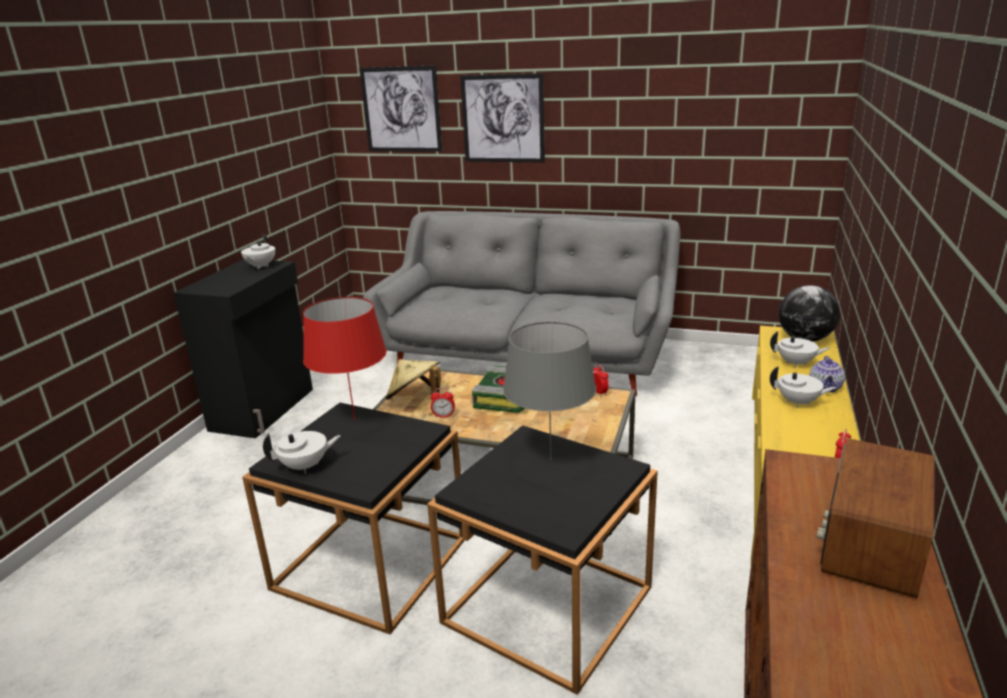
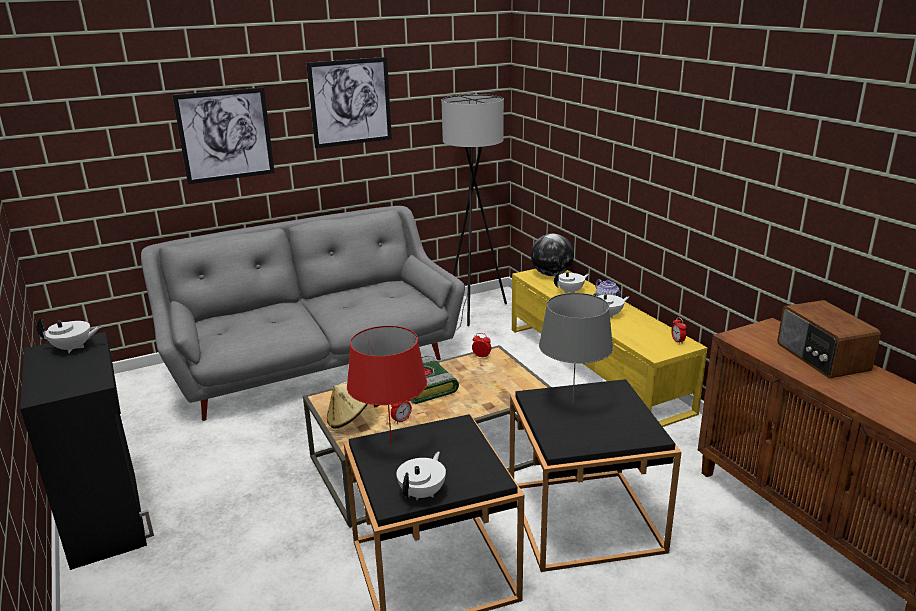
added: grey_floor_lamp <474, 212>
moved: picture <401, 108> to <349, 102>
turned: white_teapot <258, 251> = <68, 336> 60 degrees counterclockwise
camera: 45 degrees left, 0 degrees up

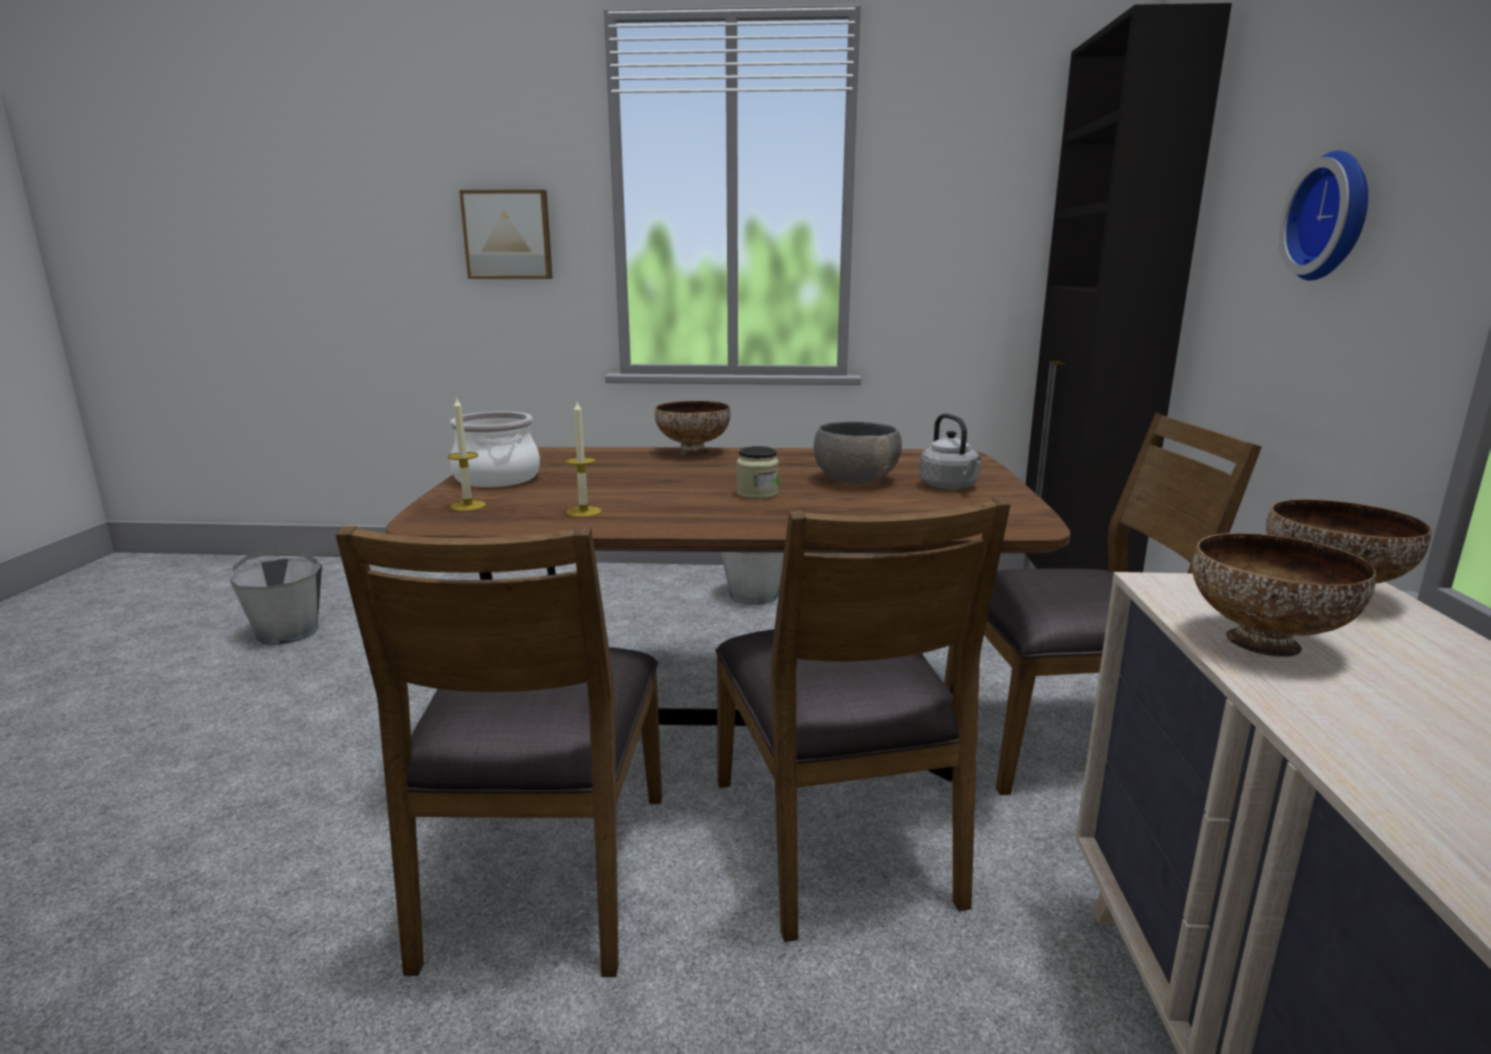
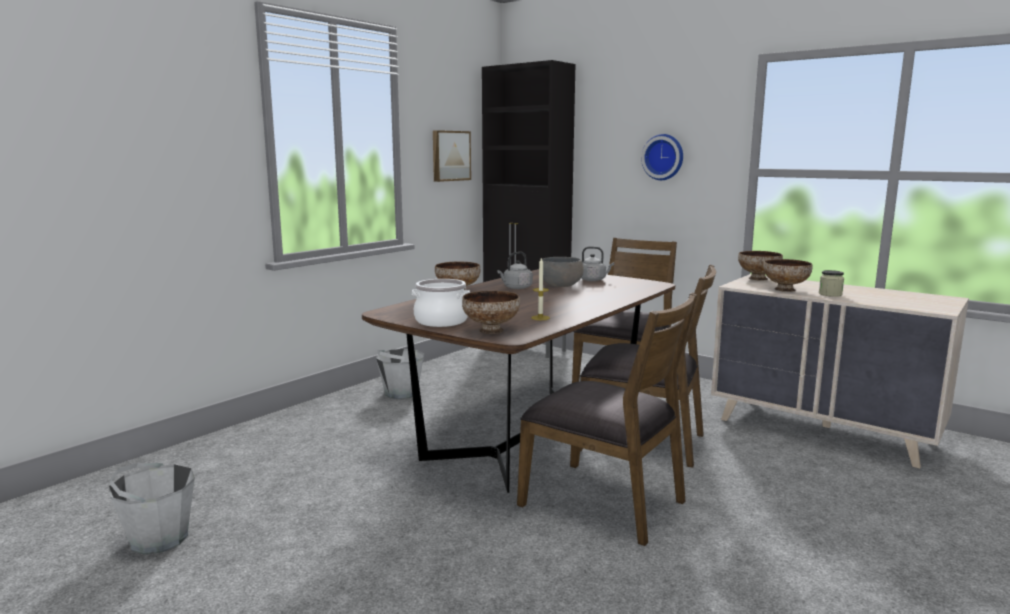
added: grey_kettle <515, 270>
moved: picture <506, 234> to <452, 156>; jar <758, 472> to <831, 283>
replaced: candle <466, 454> to bowl <491, 312>
camera: 55 degrees left, 5 degrees down

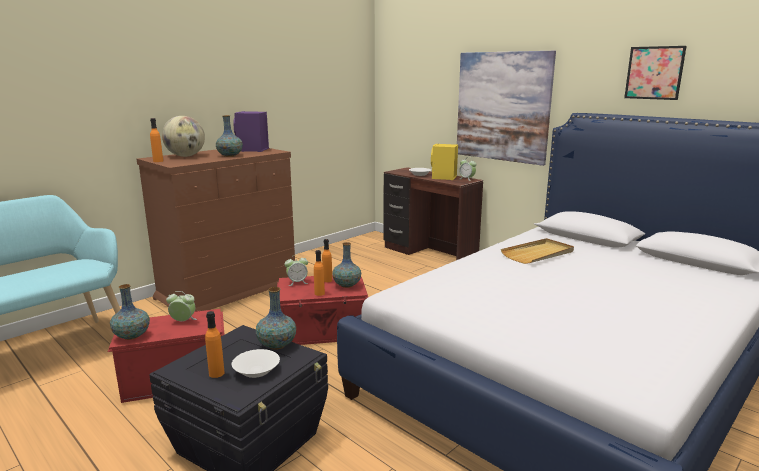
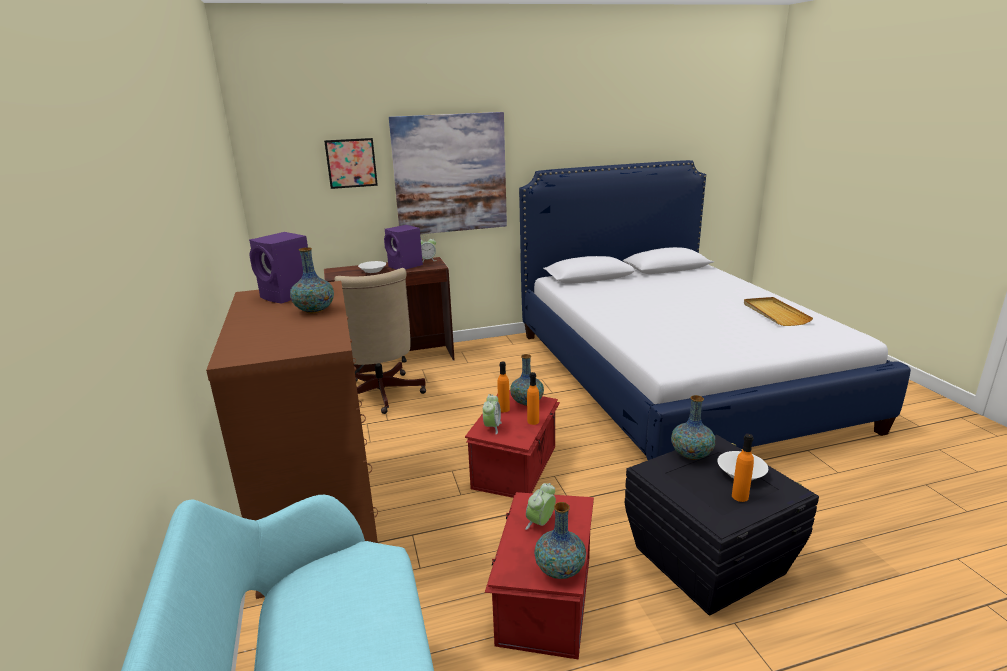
removed: orange_bottle <156, 140>; globe <183, 136>
added: beige_office_chair <380, 341>
moved: picture <655, 73> to <351, 163>; beige_tray <537, 251> to <778, 311>
recoloured: yellow_speaker <444, 162> to purple_speaker <403, 247>
camera: 60 degrees left, 5 degrees up

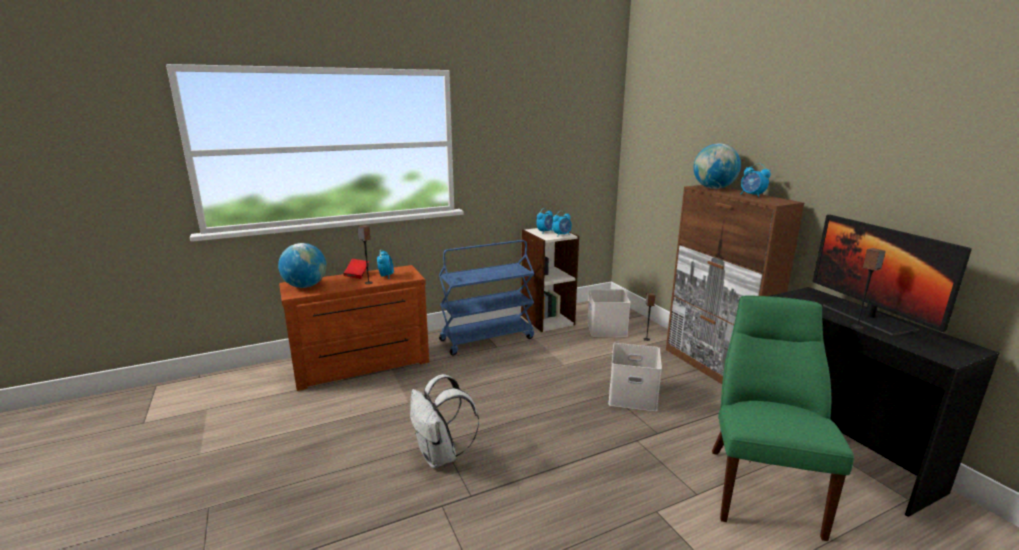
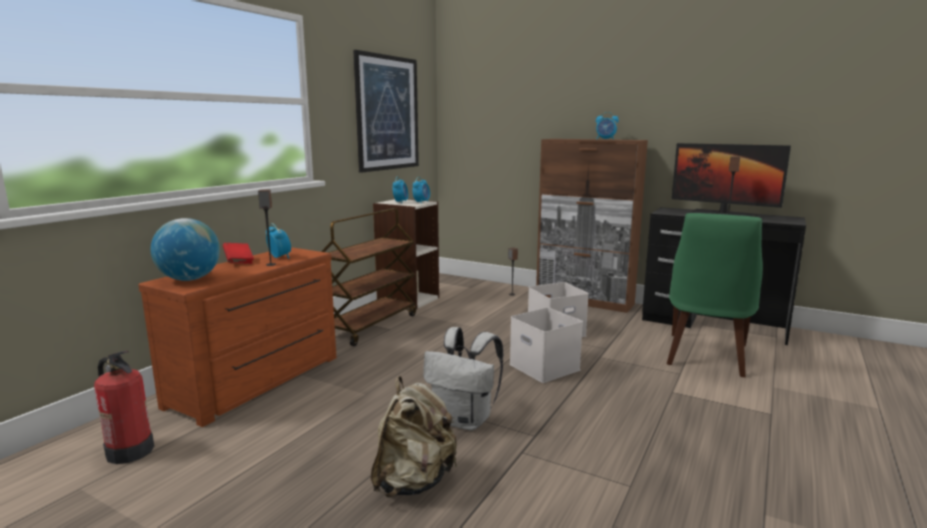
removed: globe <717, 166>
added: fire_extinguisher <124, 407>; picture <386, 111>; beige_backpack <414, 437>
moved: white_storage_box <608, 313> to <546, 345>
recoloured: blue_cart <486, 298> to brown_cart <368, 277>
turned: green_chair <783, 418> = <715, 295> 135 degrees counterclockwise
camera: 35 degrees left, 5 degrees down

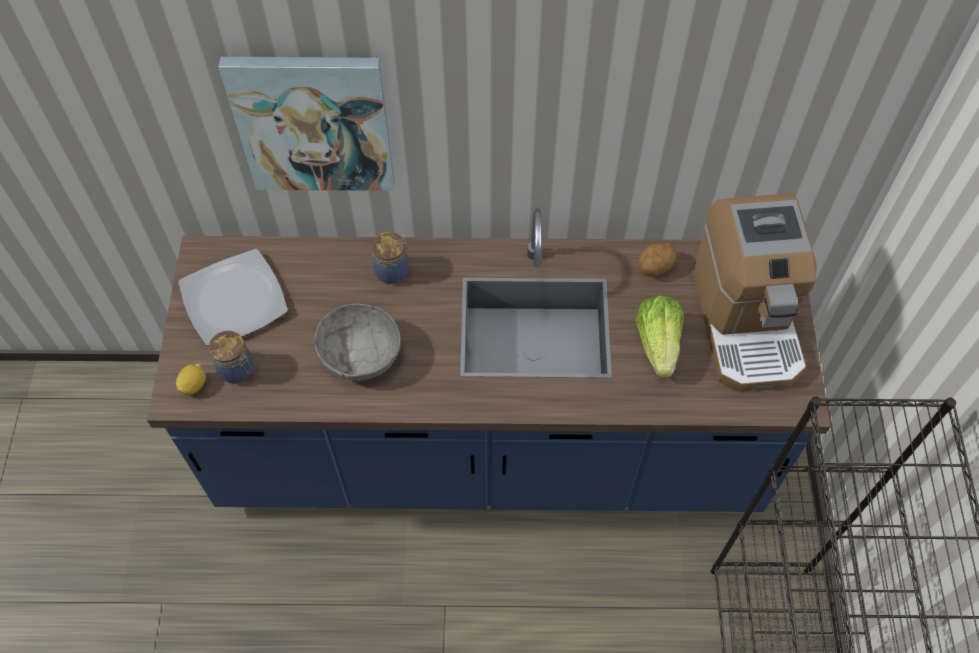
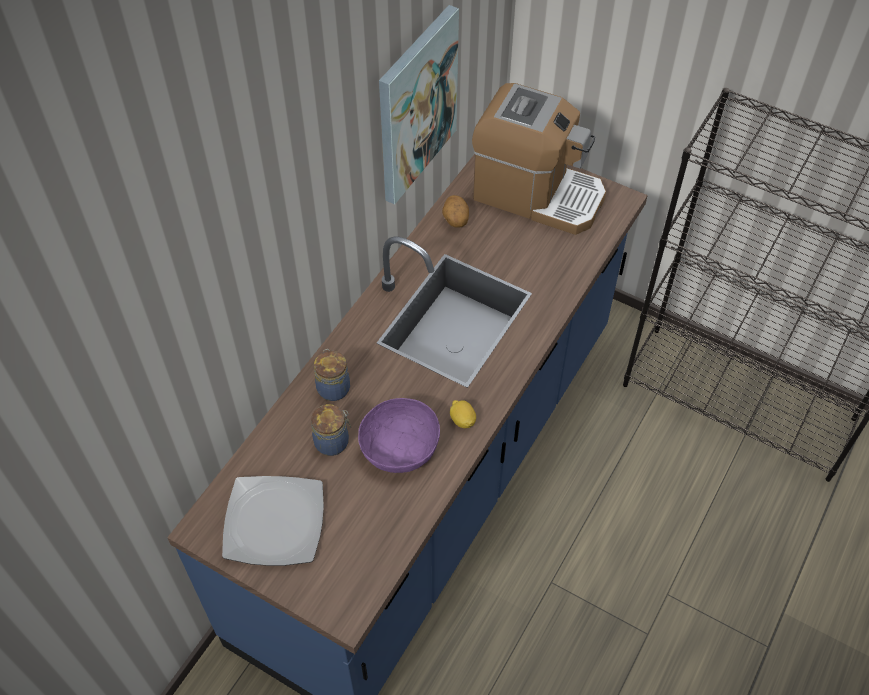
removed: lettuce <660, 336>
moved: jar <231, 357> to <331, 430>; picture <307, 124> to <419, 104>; lemon <191, 379> to <463, 414>
recoloured: grey_bowl <358, 342> to purple_bowl <399, 435>
camera: 60 degrees left, 5 degrees down

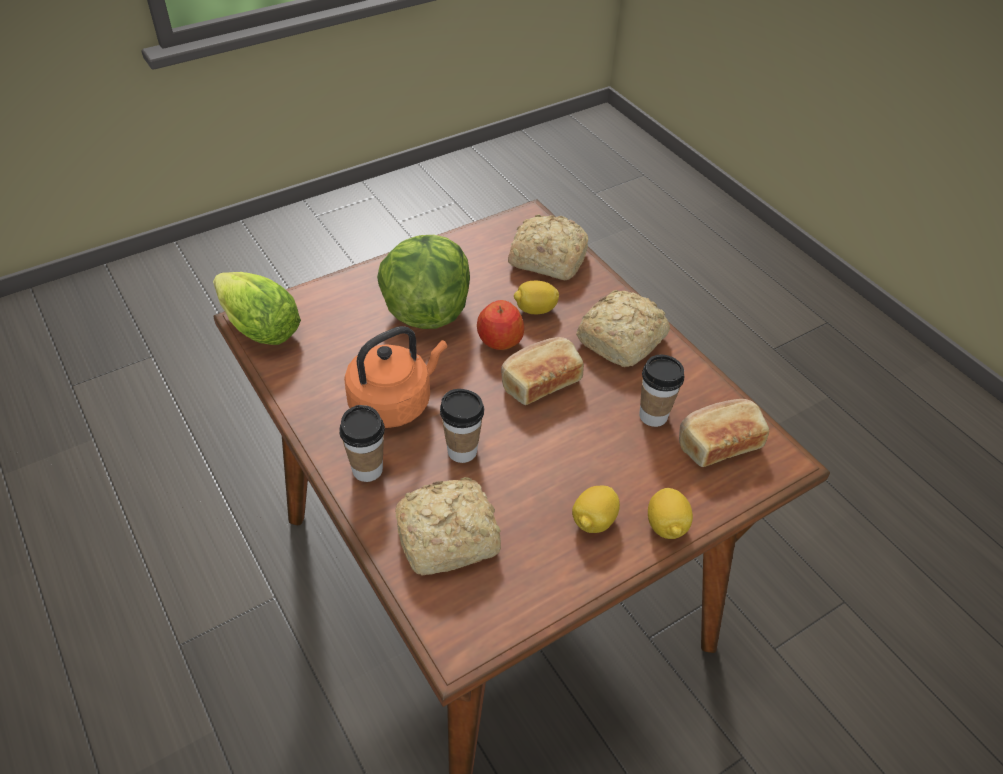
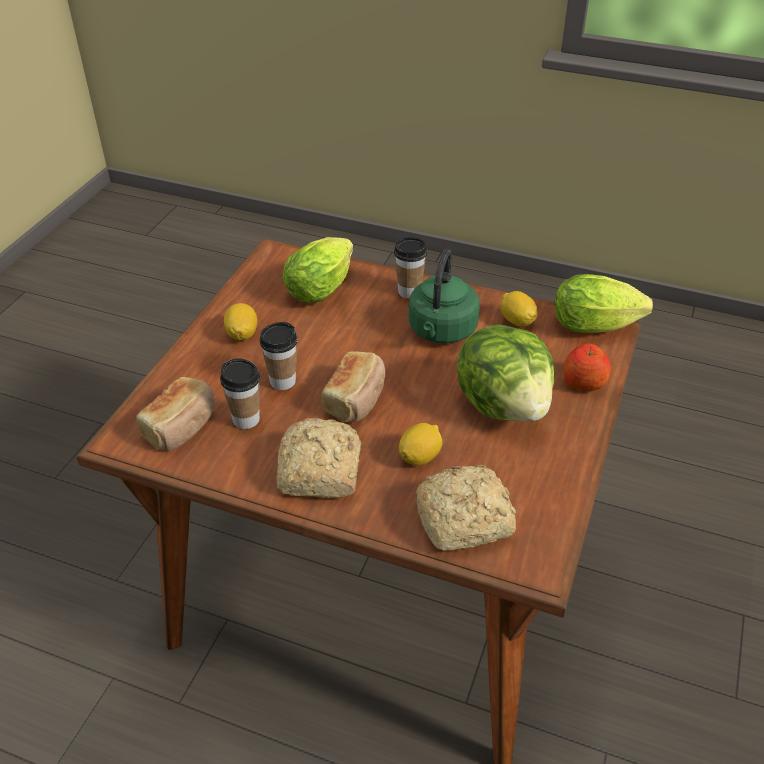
moved: cup <462, 426> to <279, 356>; lemon <670, 513> to <519, 308>; apple <500, 325> to <587, 367>
replaced: bread <448, 526> to lettuce <317, 270>
recoloured: orange_kettle <395, 377> to green_kettle <444, 296>
camera: 145 degrees right, 5 degrees down

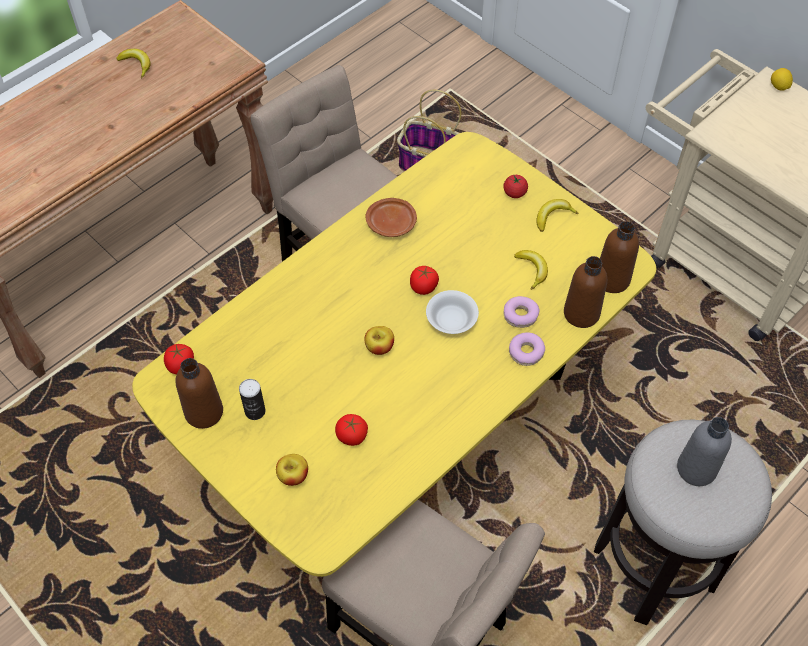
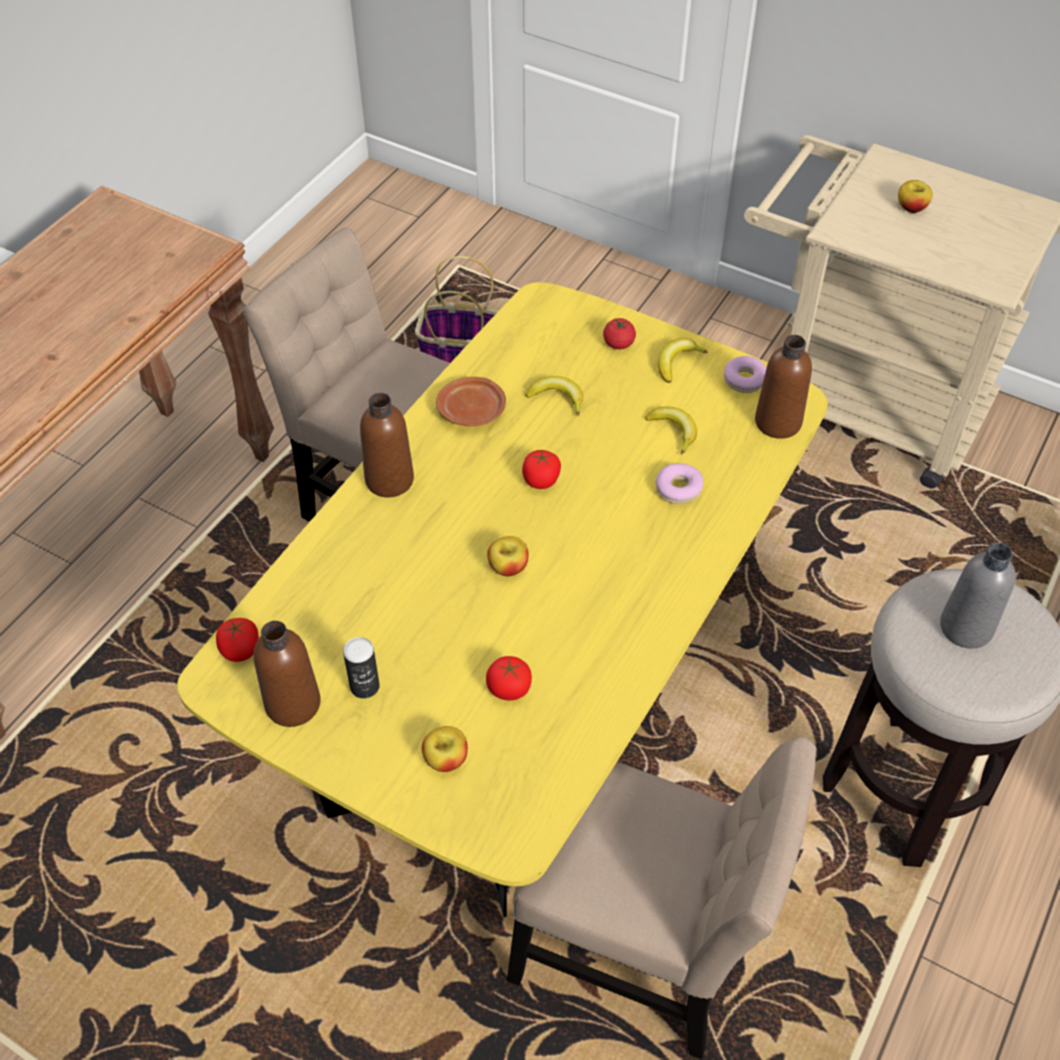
removed: white_bowl <452, 312>; lemon <782, 79>
added: apple <915, 196>
moved: brown_bottle <585, 292> to <387, 445>; banana <133, 63> to <554, 396>; donut <527, 349> to <745, 374>
camera: 15 degrees left, 5 degrees down

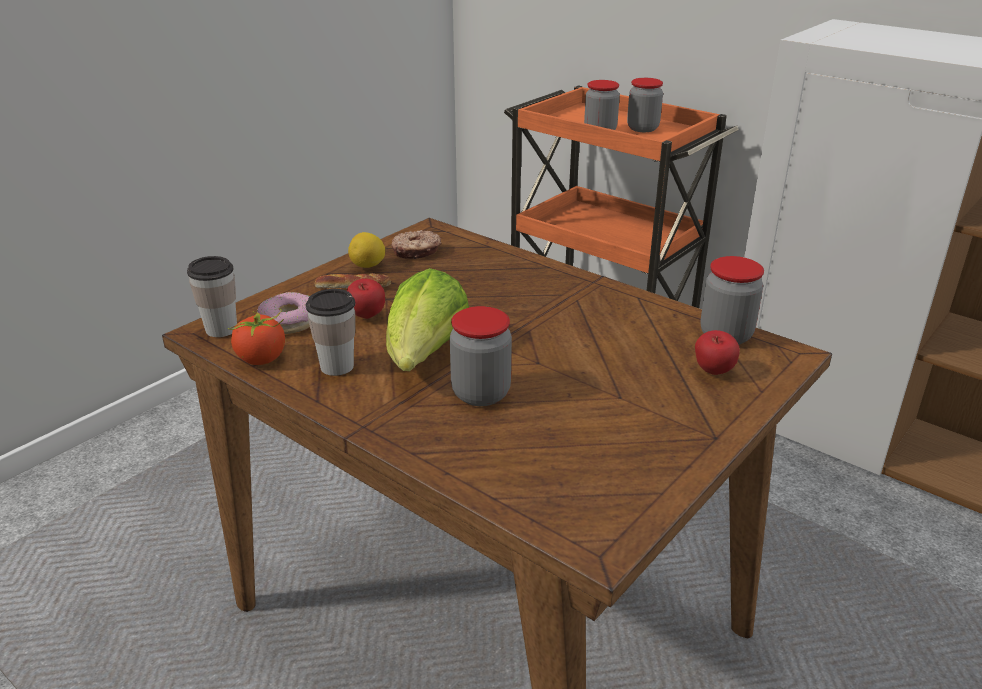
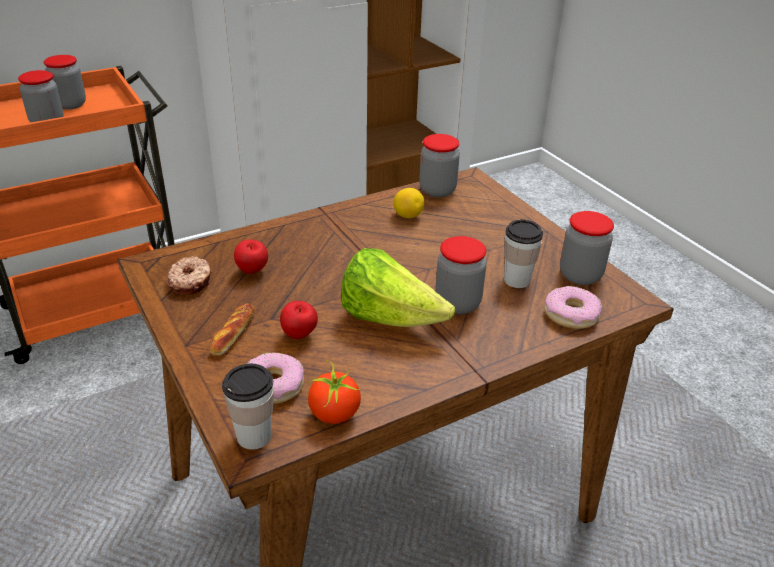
added: donut <573, 307>; jar <587, 248>
moved: apple <717, 352> to <251, 256>; lemon <366, 250> to <409, 203>; cup <330, 332> to <523, 253>
camera: 70 degrees left, 5 degrees up

